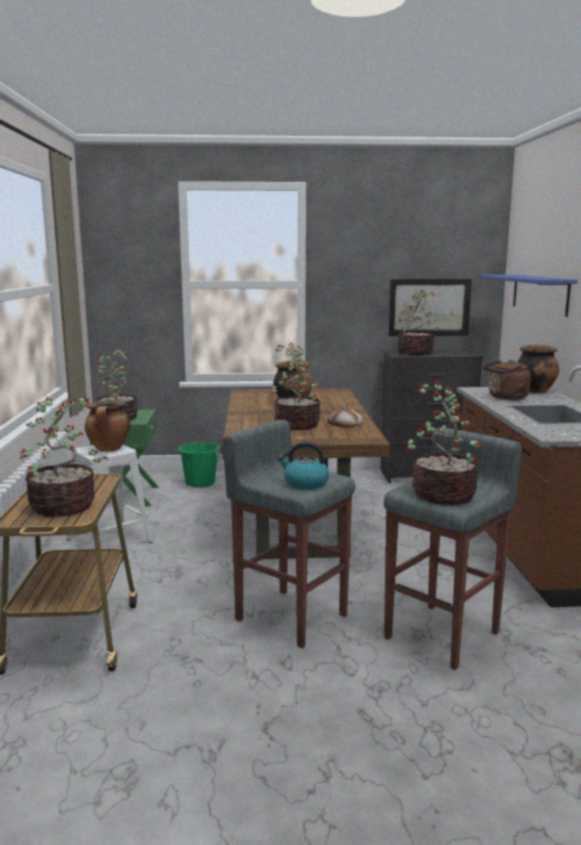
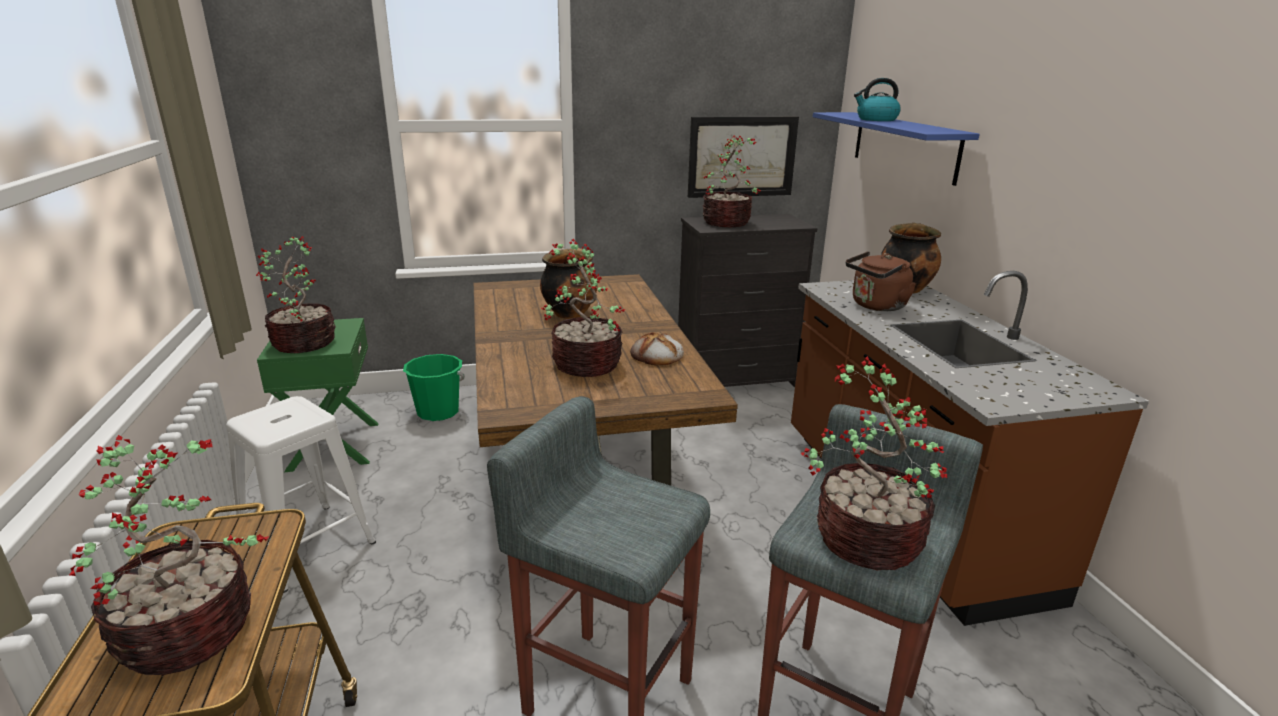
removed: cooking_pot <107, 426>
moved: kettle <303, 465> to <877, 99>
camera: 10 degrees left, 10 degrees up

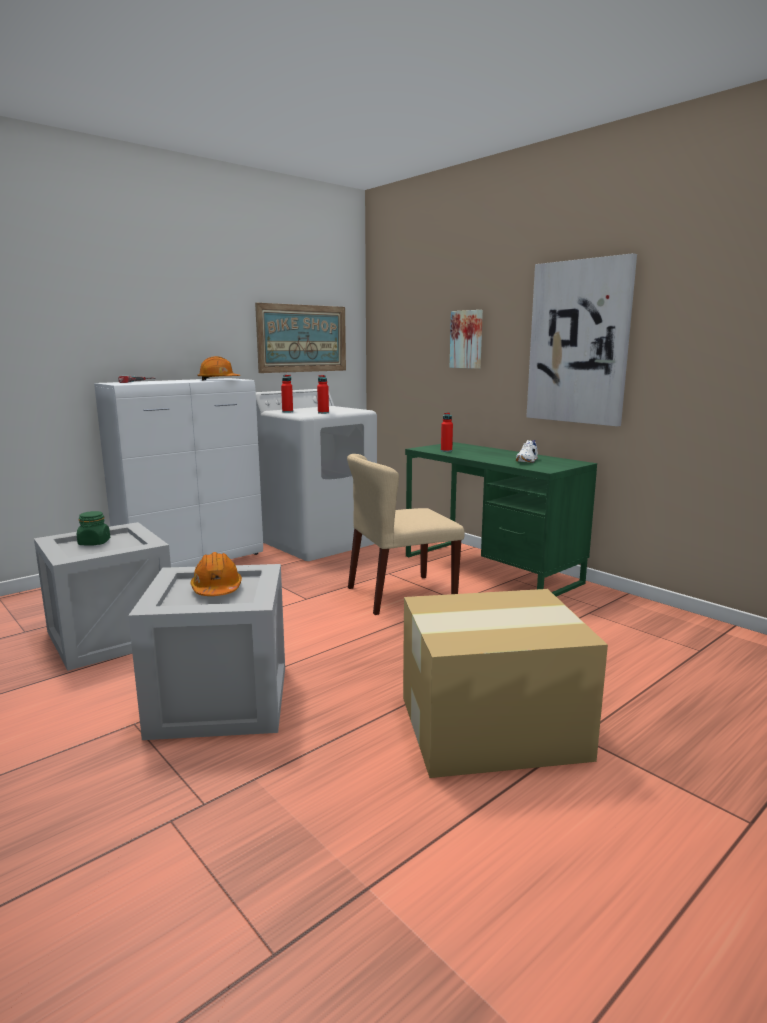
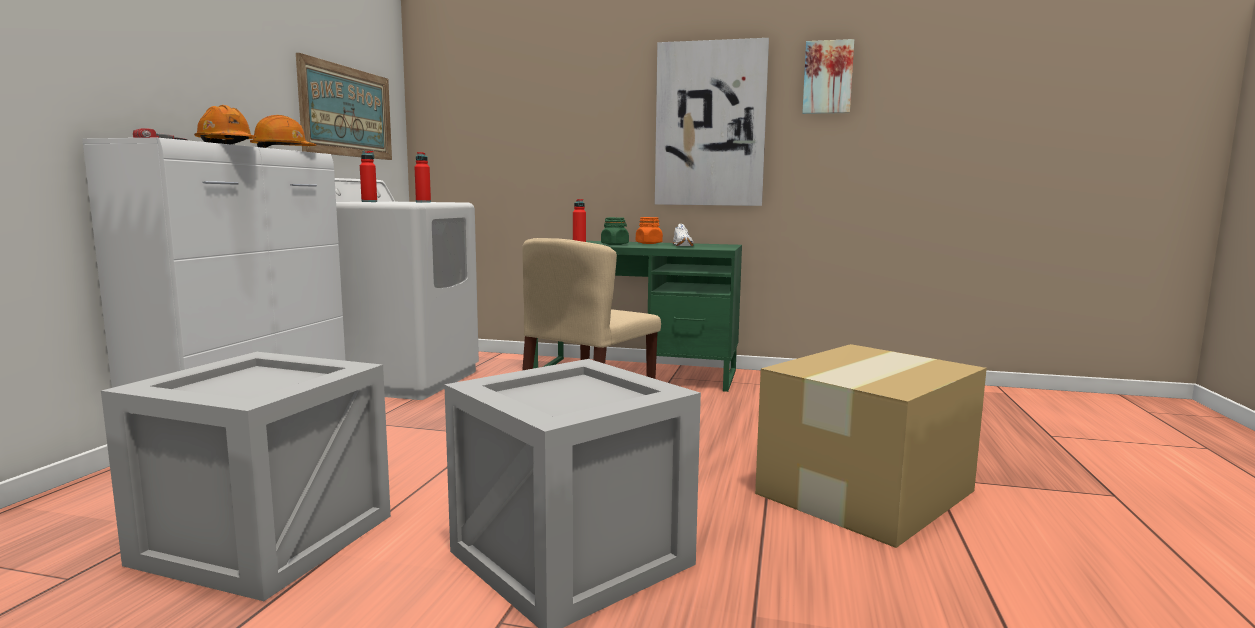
added: orange_jar <649, 230>
moved: orange_hard_hat <216, 574> to <225, 125>; green_jar <93, 528> to <615, 231>; picture <466, 339> to <828, 76>
camera: 35 degrees left, 5 degrees down

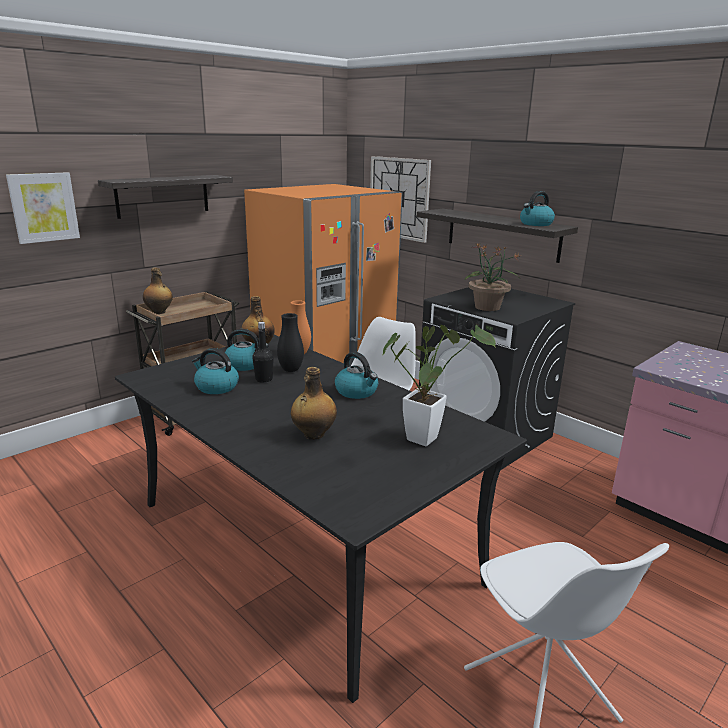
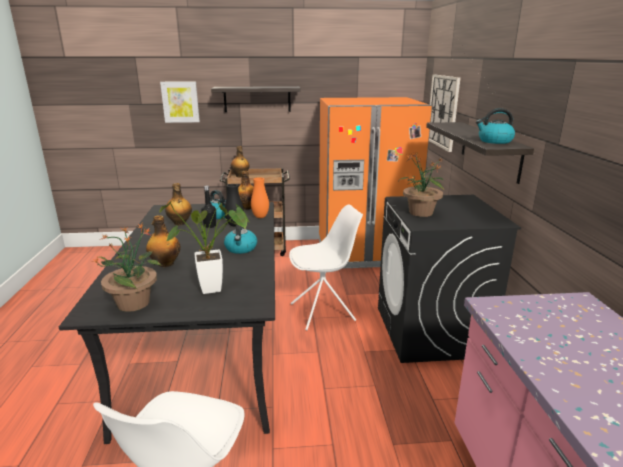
added: potted_plant <126, 268>
replaced: kettle <215, 371> to bottle <178, 204>
camera: 40 degrees right, 0 degrees up

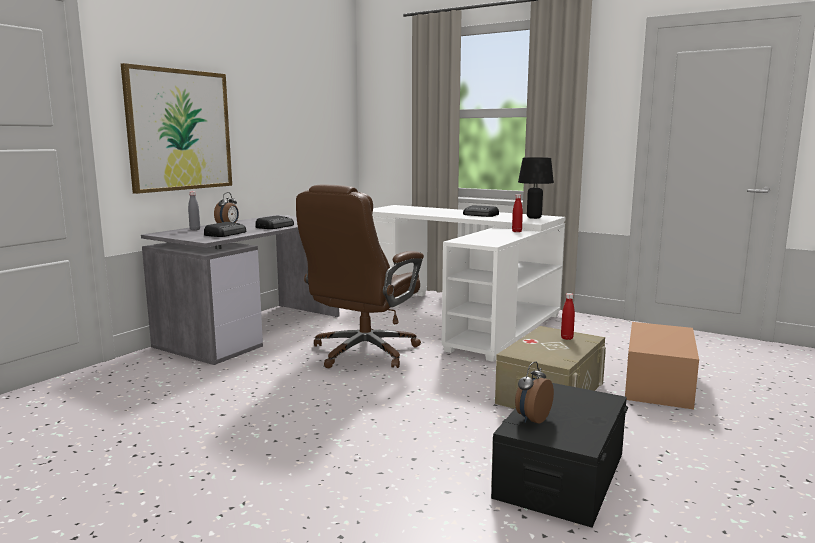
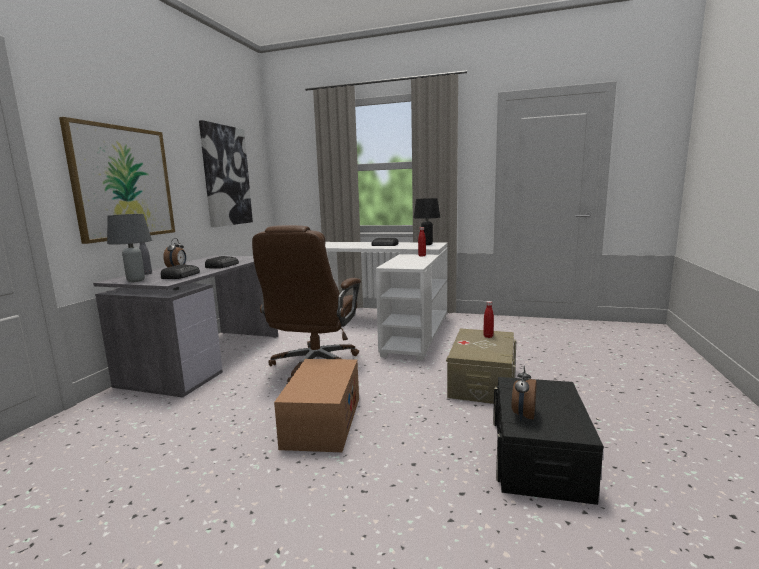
added: grey_table_lamp <129, 248>; picture <226, 173>
moved: cardboard_box <662, 366> to <316, 405>
camera: 15 degrees left, 0 degrees up

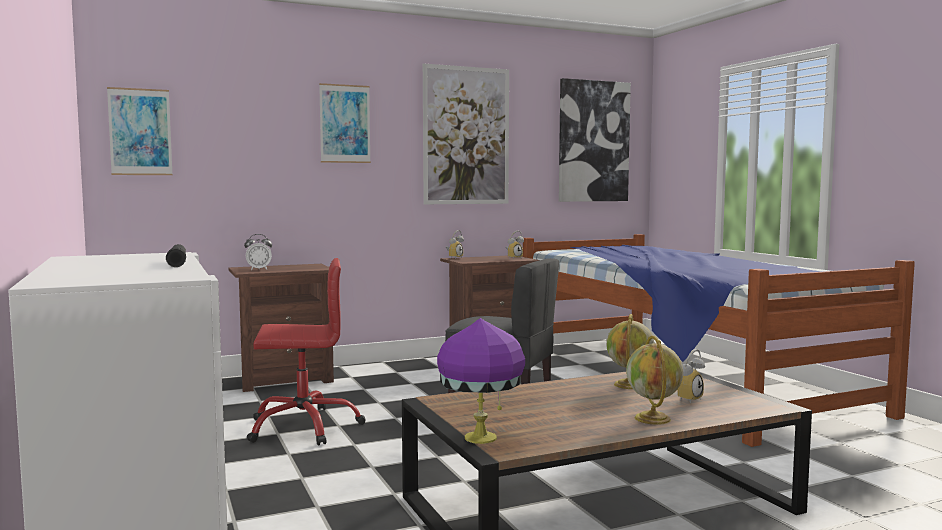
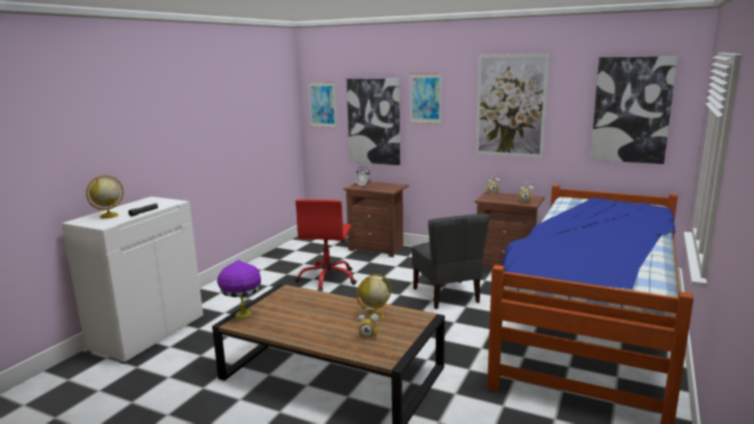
added: picture <373, 122>
moved: globe <654, 380> to <105, 197>
turned: red_office_chair <306, 351> = <326, 245> 60 degrees clockwise
camera: 50 degrees right, 10 degrees up

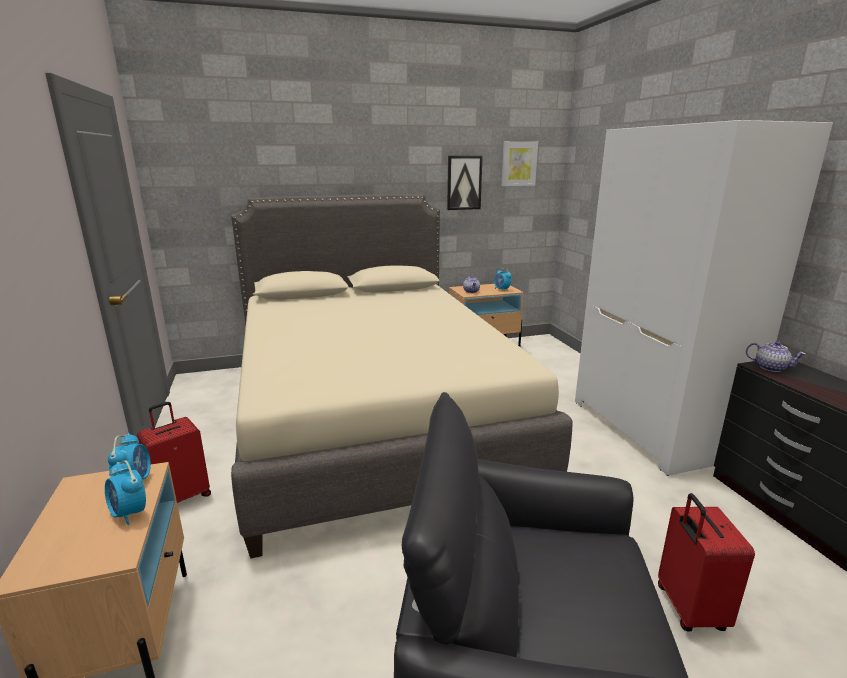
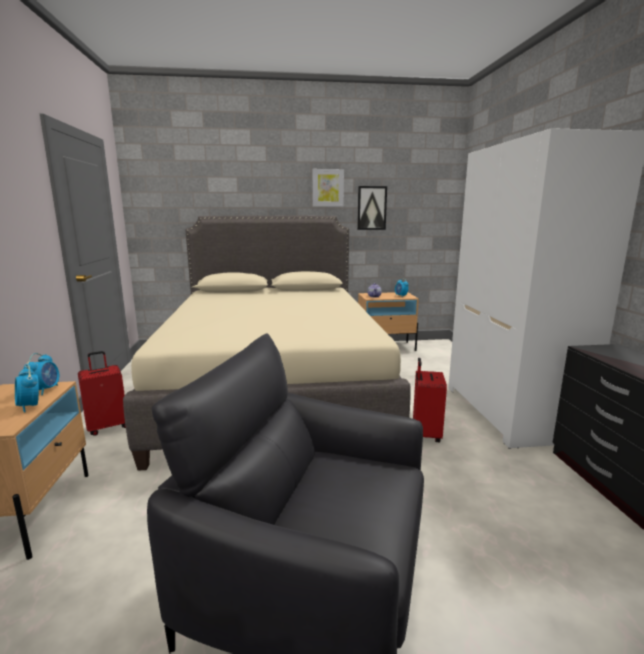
removed: teapot <776, 356>
moved: picture <519, 163> to <328, 188>; red_suitcase <706, 562> to <430, 400>
camera: 10 degrees right, 5 degrees down

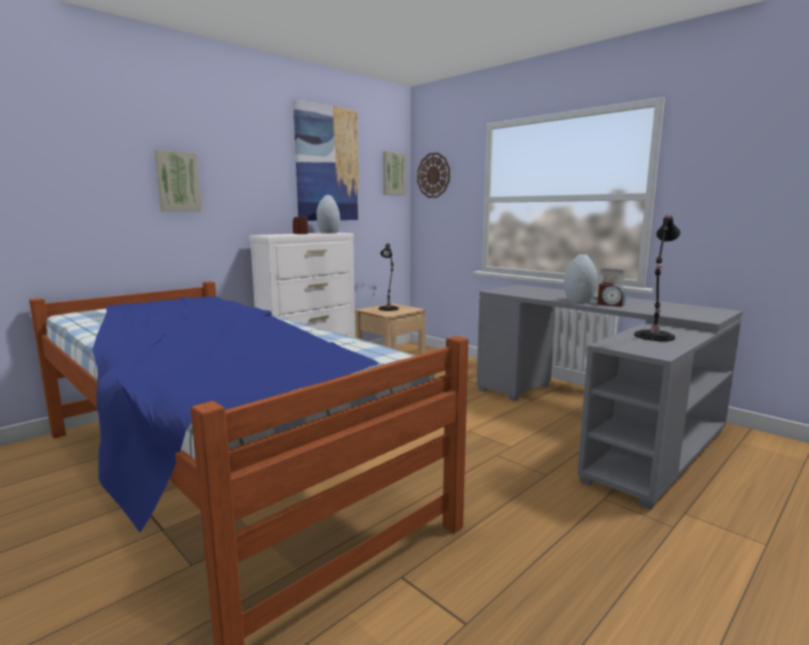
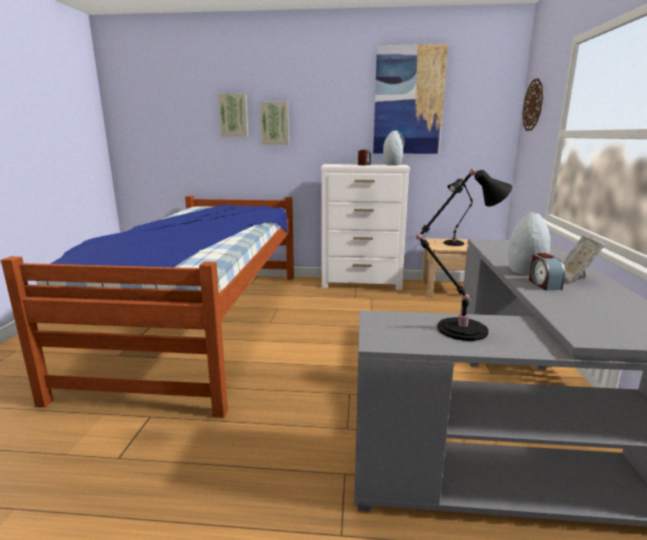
moved: picture <394, 173> to <233, 115>
camera: 50 degrees right, 5 degrees up

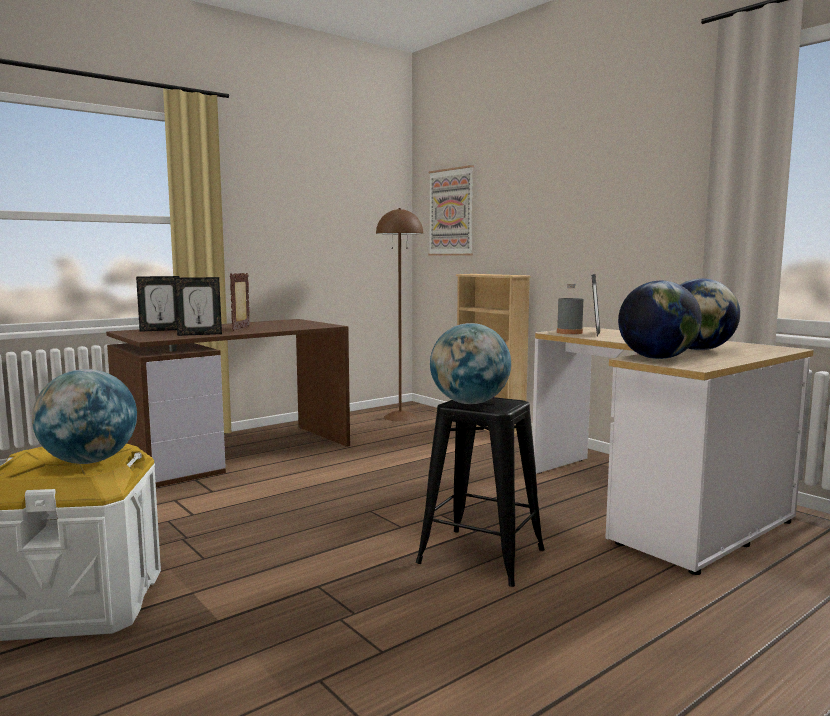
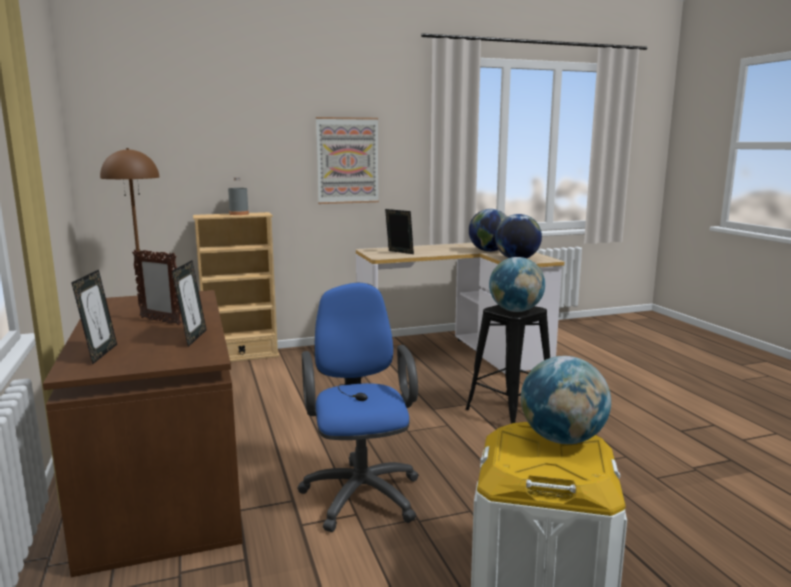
added: blue_office_chair <358, 407>
moved: grey_bottle <570, 309> to <238, 196>; picture <451, 210> to <347, 160>
camera: 70 degrees left, 5 degrees up

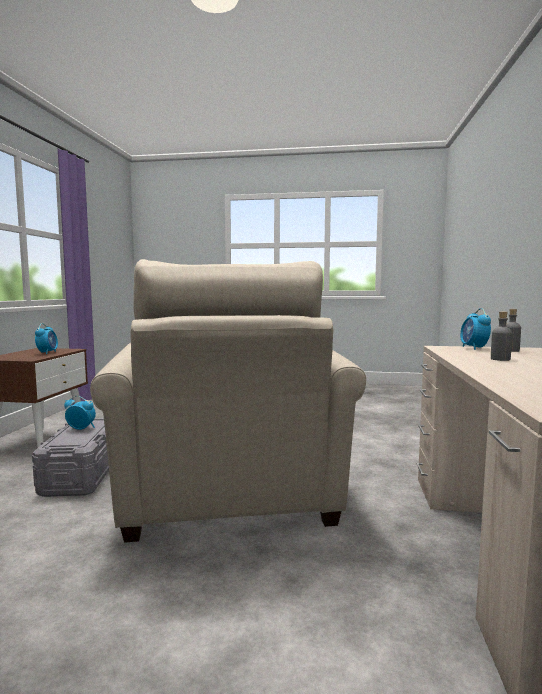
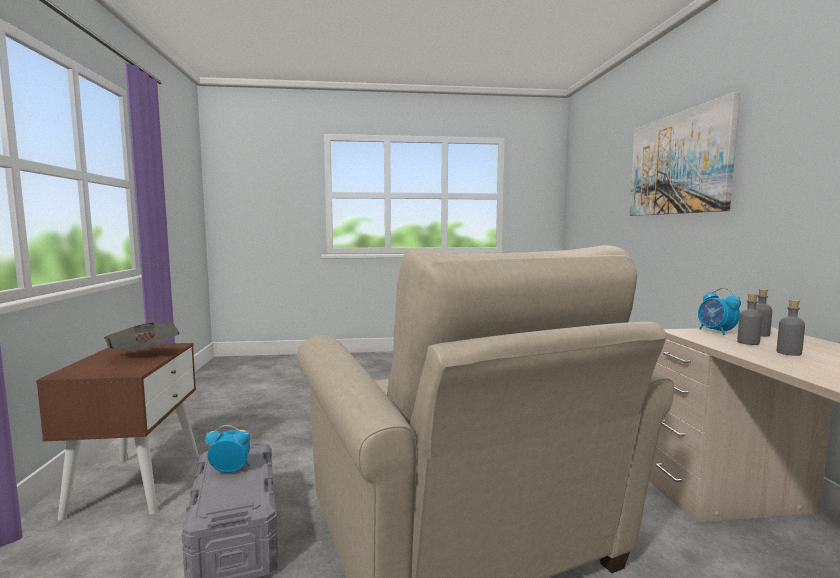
added: picture <684, 154>; grey_bottle <749, 319>
replaced: alarm_clock <46, 338> to newspaper <142, 336>
camera: 15 degrees left, 0 degrees up

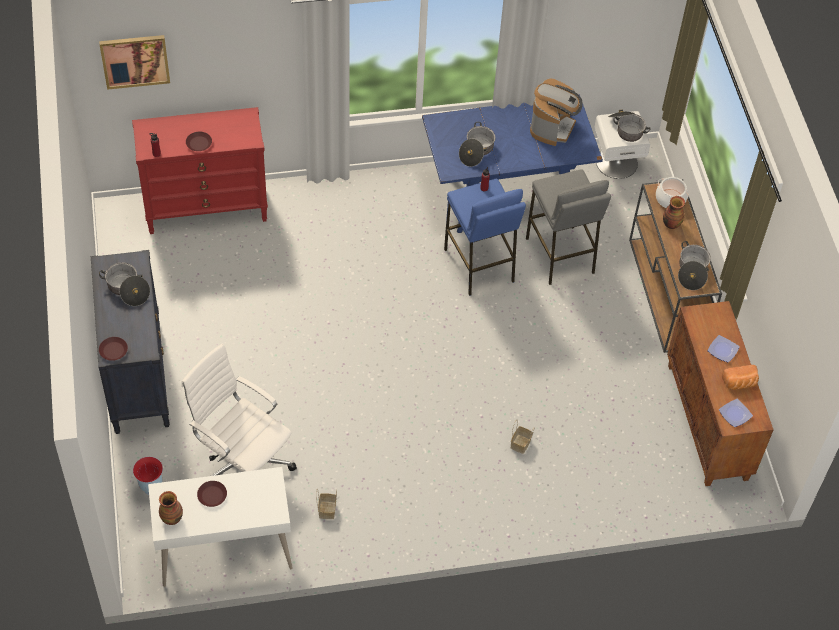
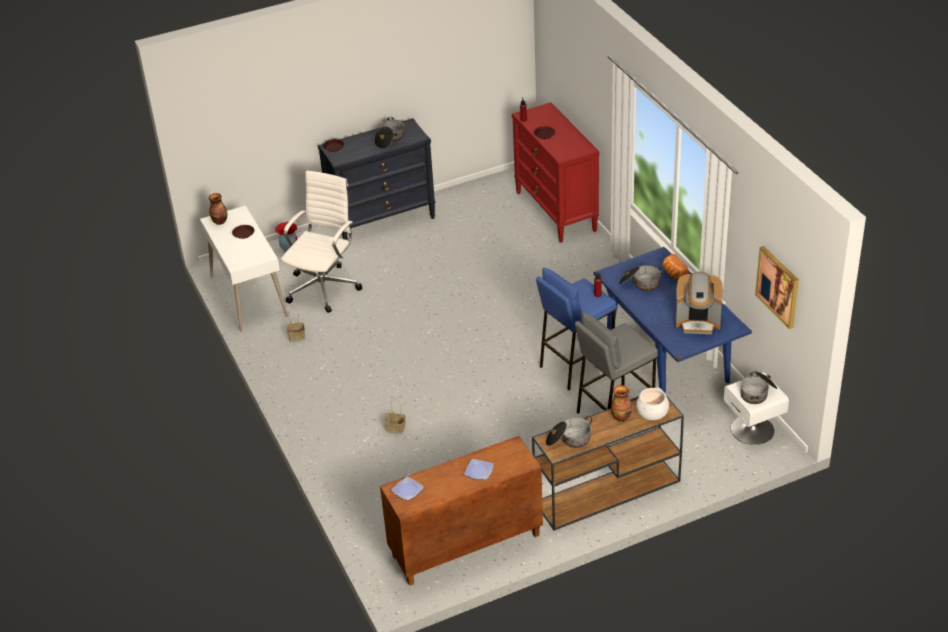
moved: bread <740, 377> to <675, 267>; picture <134, 62> to <777, 287>
camera: 80 degrees right, 15 degrees down

